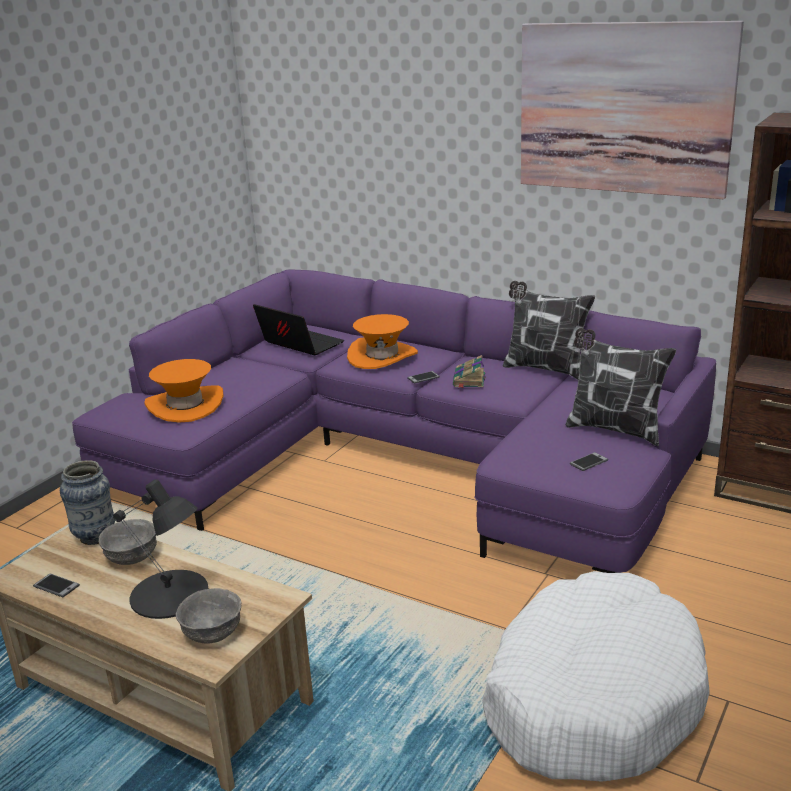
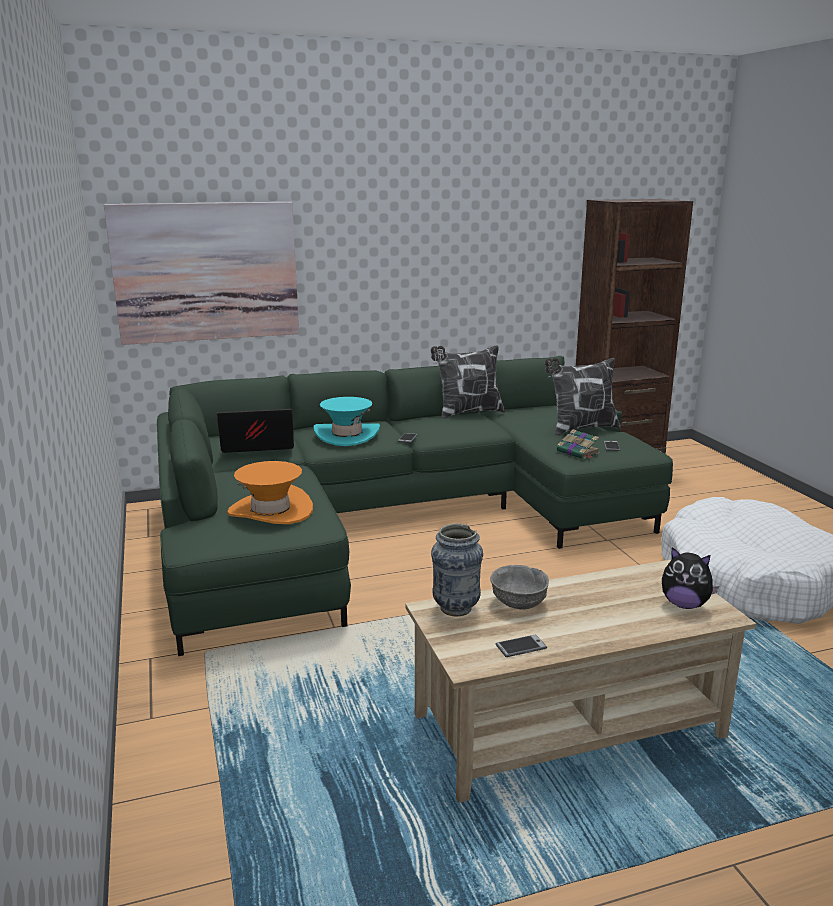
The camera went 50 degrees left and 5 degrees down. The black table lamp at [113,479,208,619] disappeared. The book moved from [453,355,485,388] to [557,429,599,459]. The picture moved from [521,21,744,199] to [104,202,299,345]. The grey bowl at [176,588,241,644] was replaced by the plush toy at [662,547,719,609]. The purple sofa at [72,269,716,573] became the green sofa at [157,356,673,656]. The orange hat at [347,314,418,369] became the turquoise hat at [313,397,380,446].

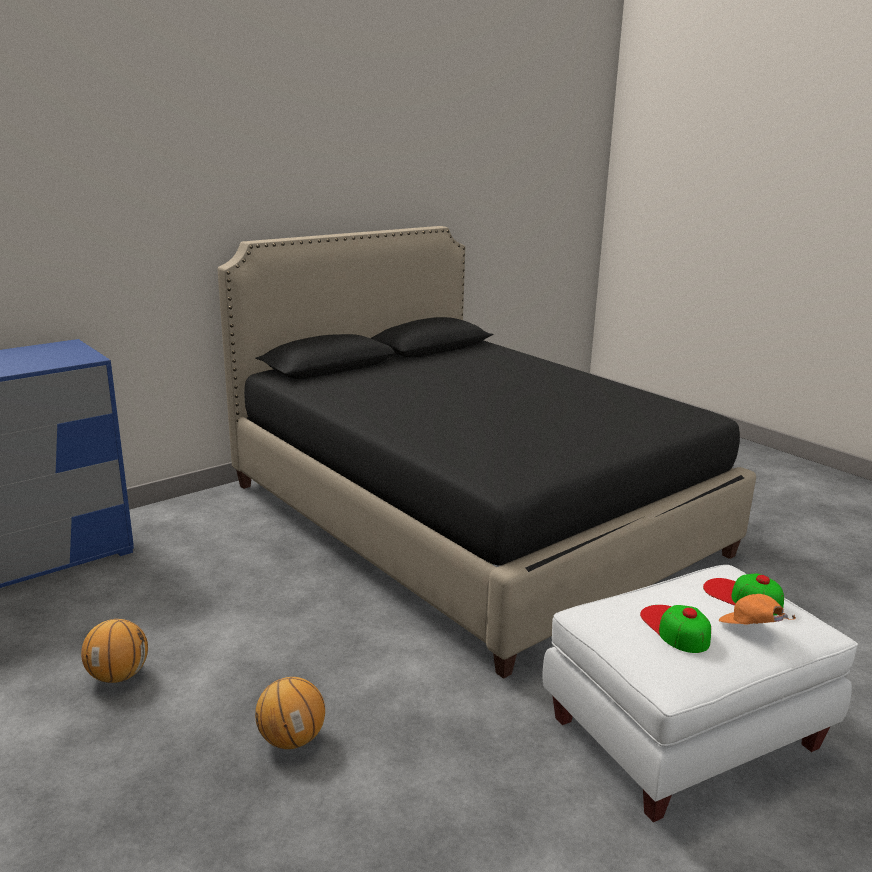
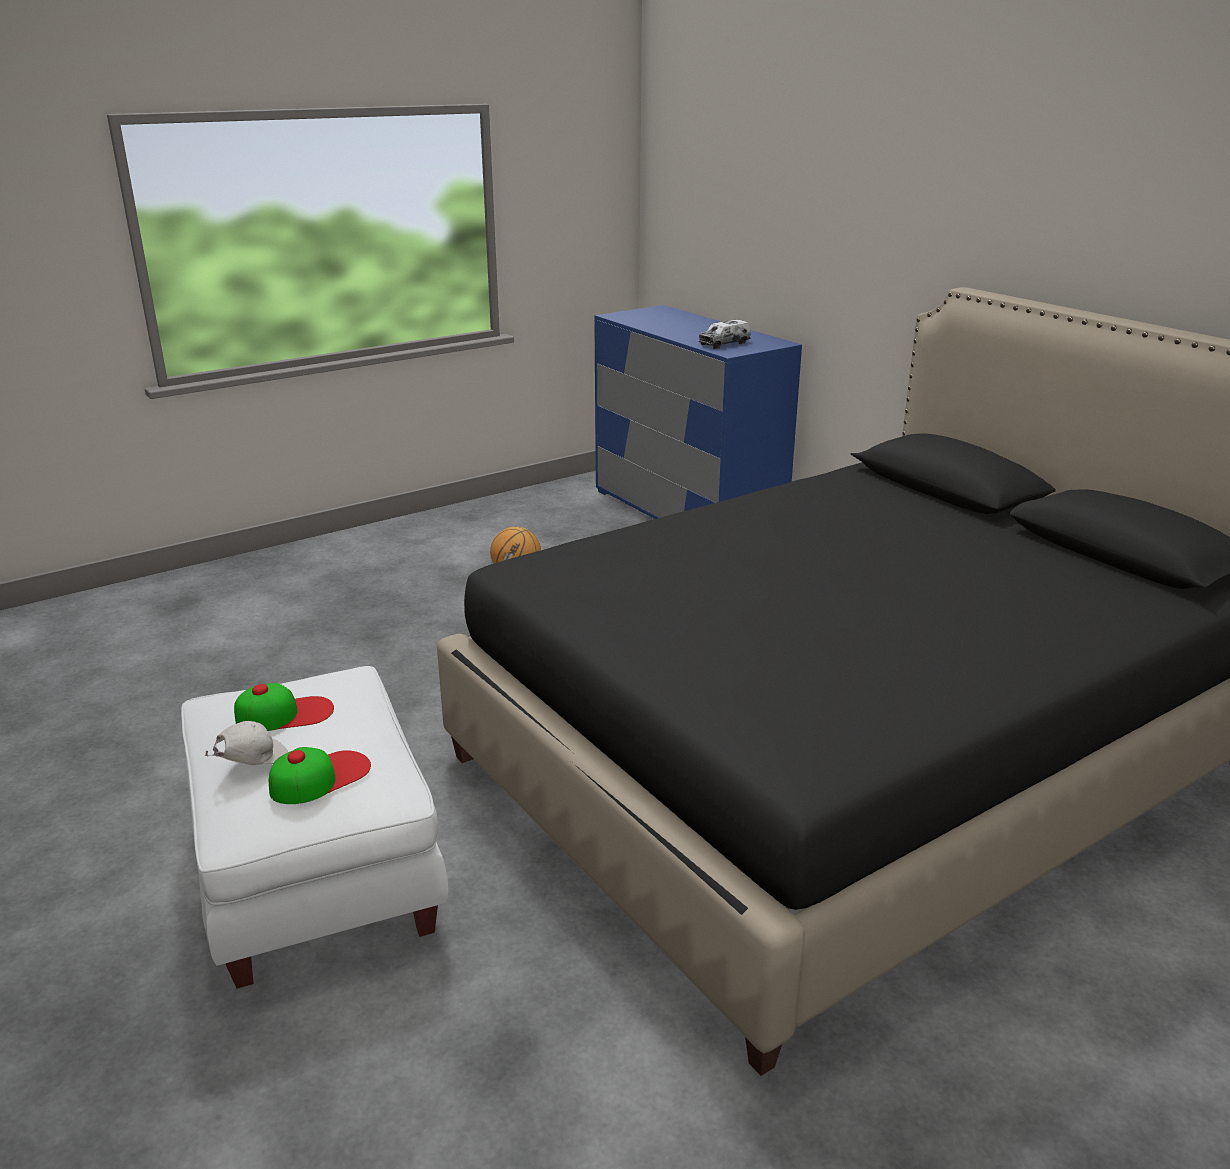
The camera went 95 degrees right and 5 degrees up. The basketball at [255,677,325,749] disappeared. The toy truck at [699,320,751,349] appeared. The orange cap at [719,594,796,624] became the white cap at [204,721,288,766].

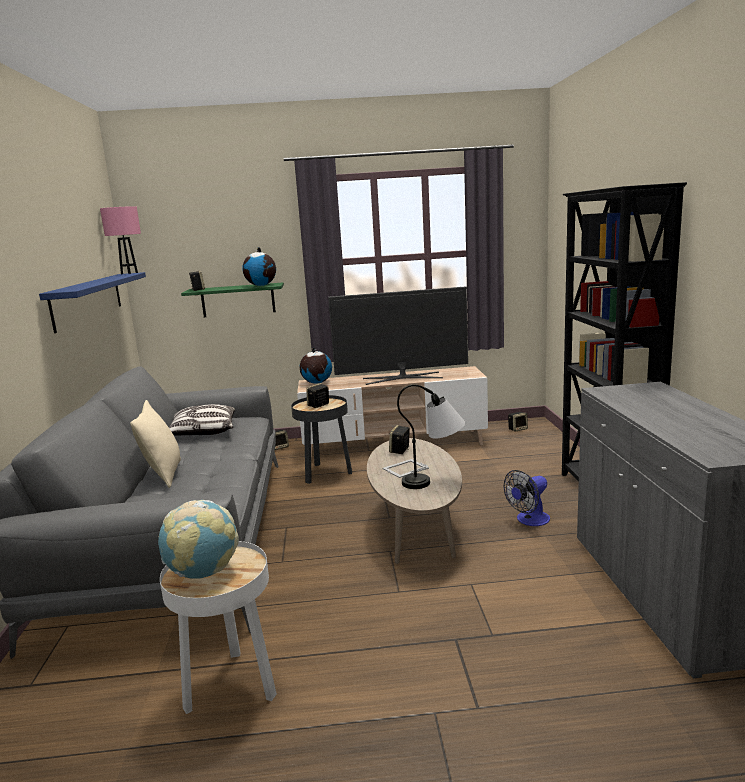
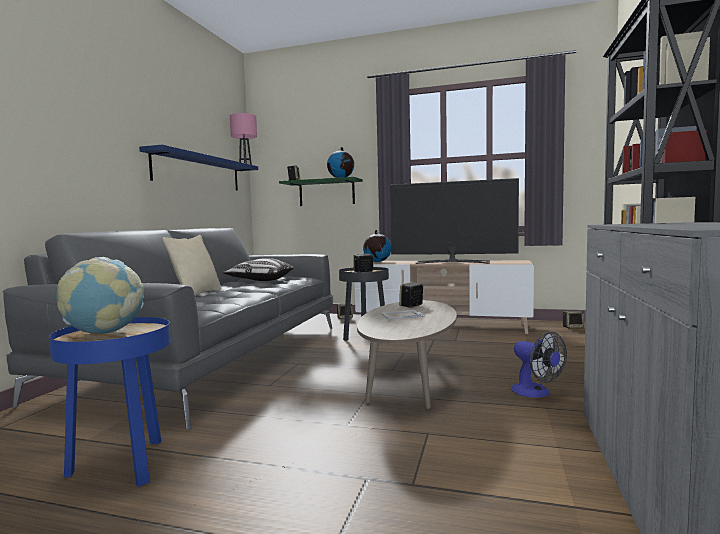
The camera went 20 degrees right and 10 degrees down. The table lamp at [397,384,465,489] disappeared. The white side table at [160,541,277,714] became the blue side table at [49,317,171,487]. The fan at [504,470,550,526] turned 105 degrees counterclockwise.

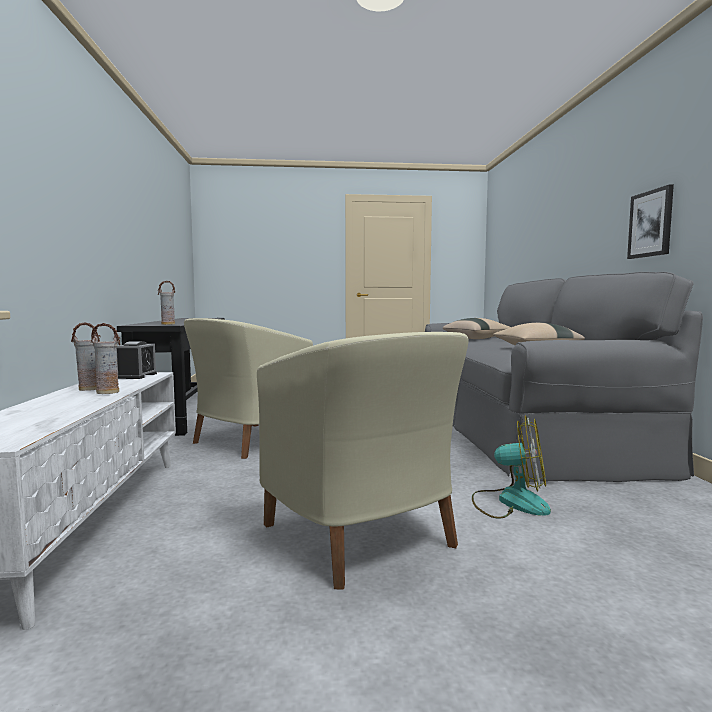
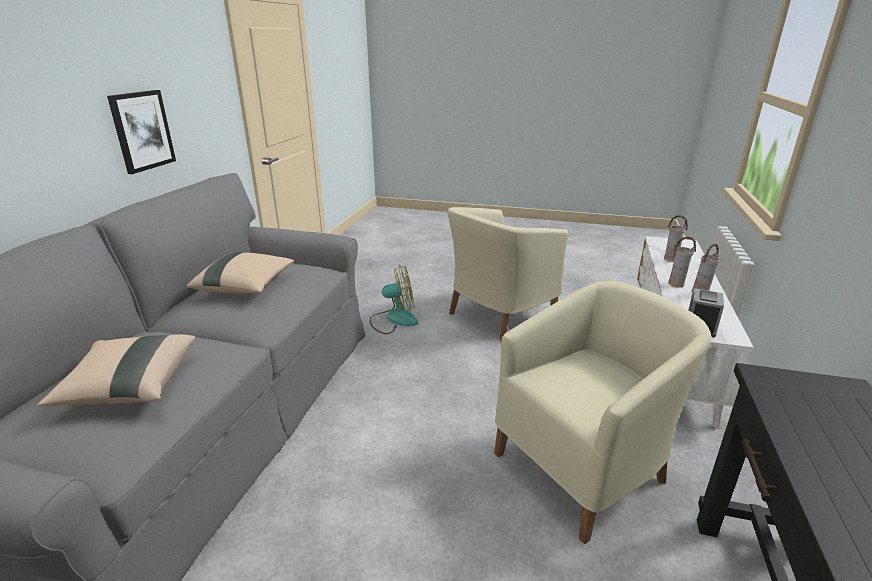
The camera went 160 degrees left and 20 degrees up. The vase moved from [157,281,175,325] to [664,215,689,262]. The beige armchair at [257,332,469,590] turned 120 degrees counterclockwise. The fan at [472,416,551,519] turned 135 degrees clockwise.

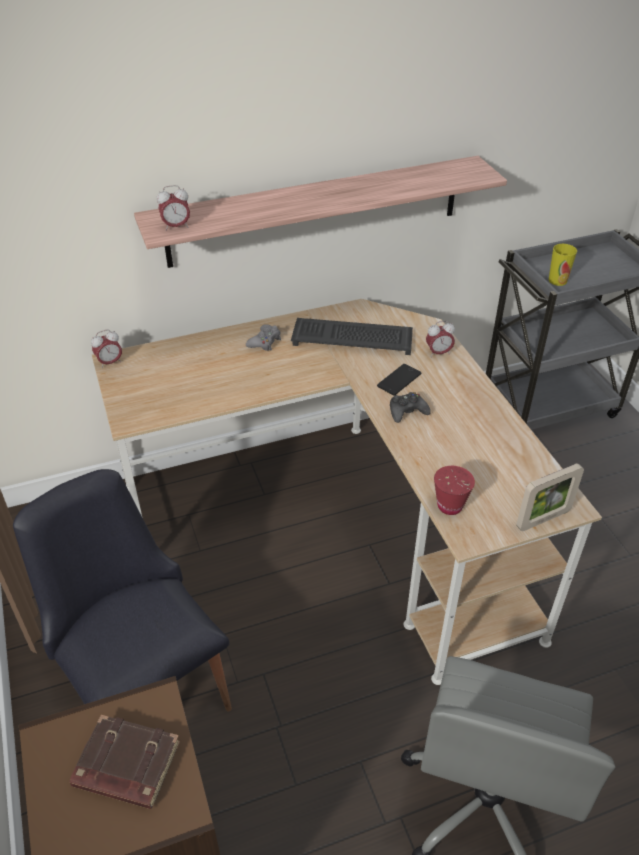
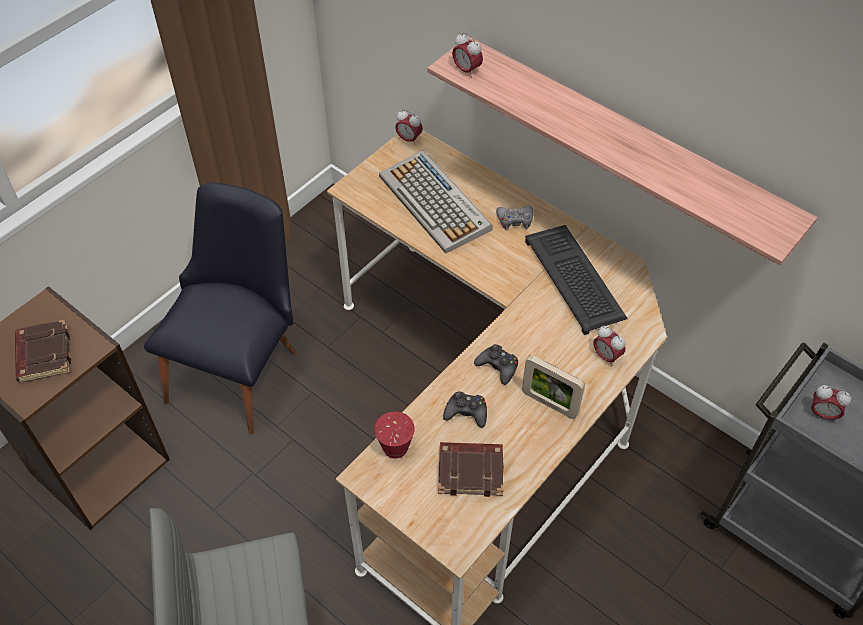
The camera went 60 degrees right and 10 degrees up. The phone at [377,364,421,396] disappeared. The keyboard at [379,150,493,254] appeared. The brown book at [438,442,504,497] appeared. The black game controller at [443,392,487,428] appeared. The picture frame moved from [516,463,584,531] to [522,355,585,419]. The cup at [549,244,577,286] was replaced by the alarm clock at [810,385,851,423].

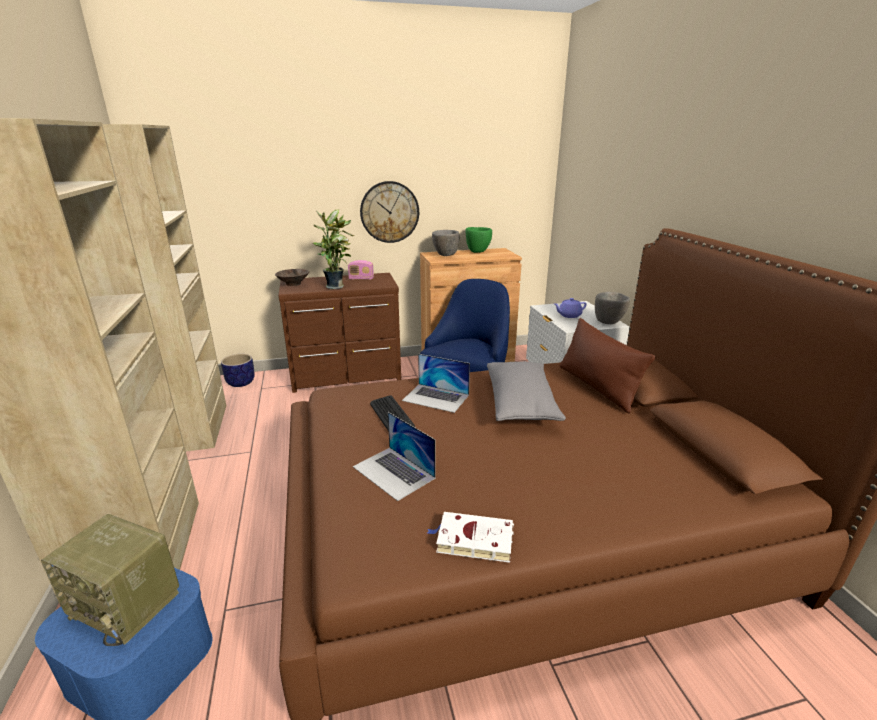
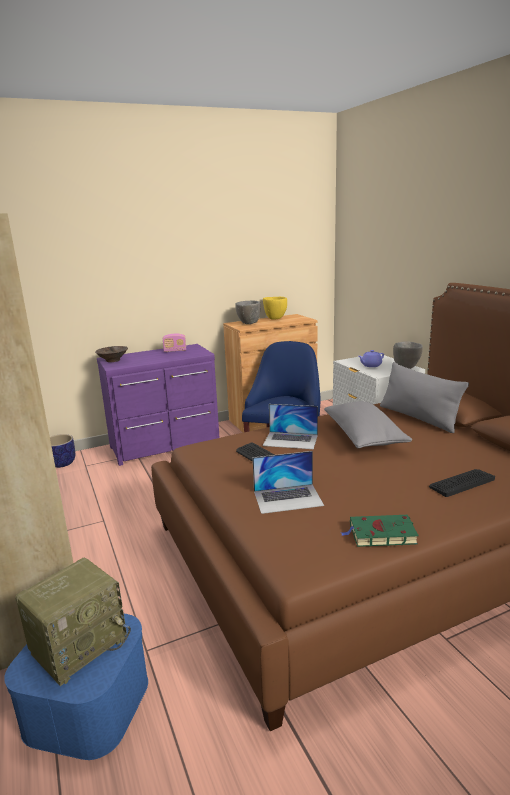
The camera went 10 degrees left and 5 degrees down. The potted plant at [313,210,354,289] disappeared. The wall clock at [360,181,419,243] disappeared. The keyboard at [429,469,495,497] appeared. The brown dresser at [278,273,401,393] became the purple dresser at [97,344,220,466]. The white book at [427,512,514,563] became the green book at [341,515,419,547]. The green bowl at [466,227,492,253] became the yellow bowl at [263,297,287,320]. The brown pillow at [560,318,655,413] became the grey pillow at [380,362,469,433]. The radio at [41,514,179,646] turned 60 degrees counterclockwise. The laptop at [353,412,436,501] turned 45 degrees counterclockwise.

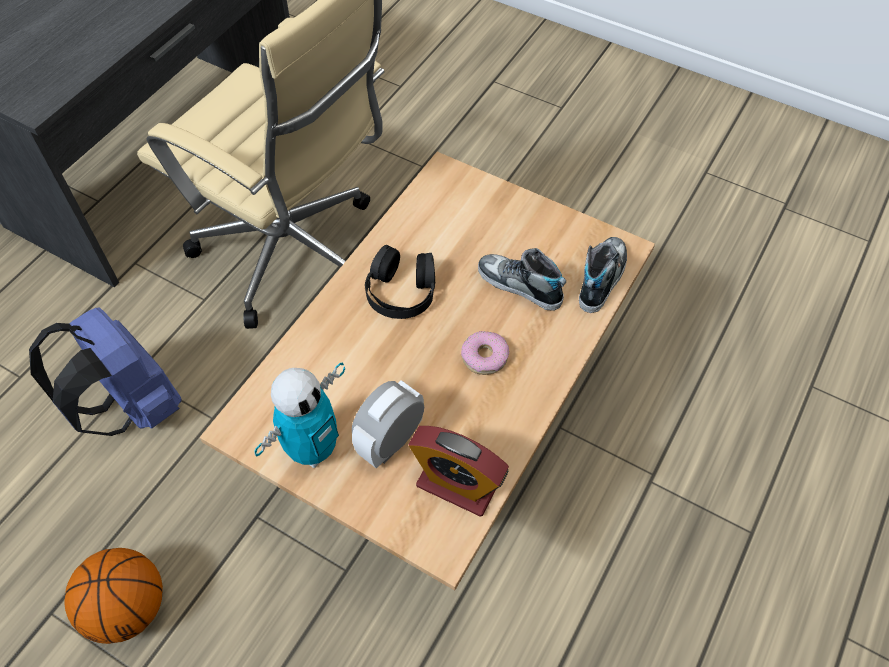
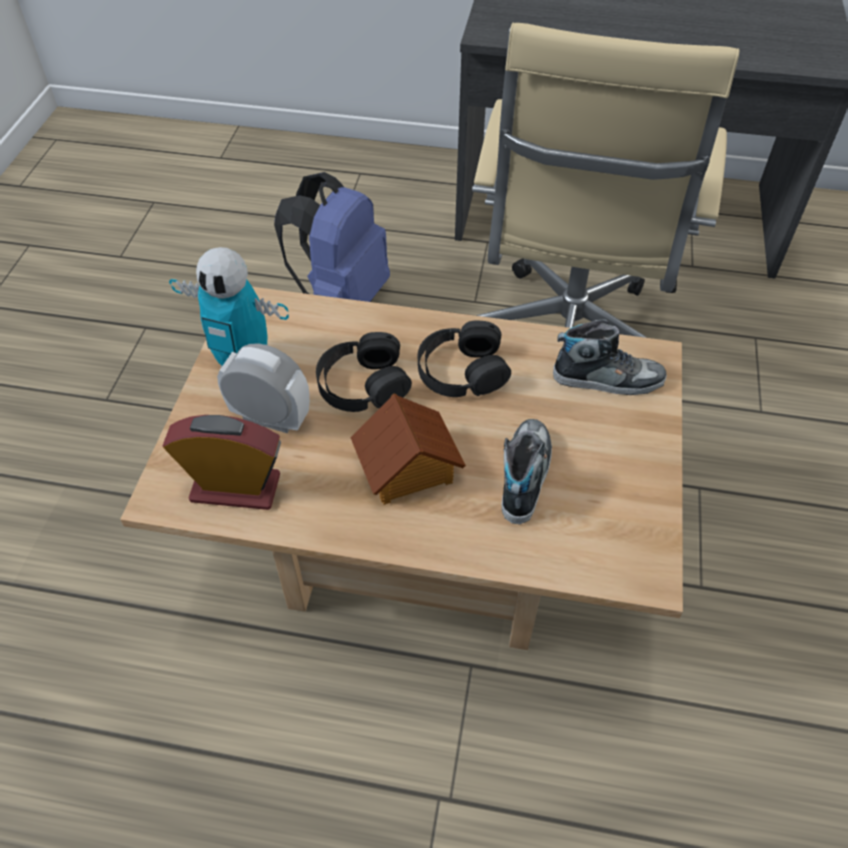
The camera went 70 degrees right and 5 degrees down. The basketball at [64,548,163,644] disappeared. The black headphones at [316,332,412,412] appeared. The shoe moved from [579,237,627,313] to [553,319,666,395]. The donut at [461,331,509,375] was replaced by the toy house at [351,393,466,505]. The alarm clock at [408,426,509,517] turned 90 degrees clockwise.

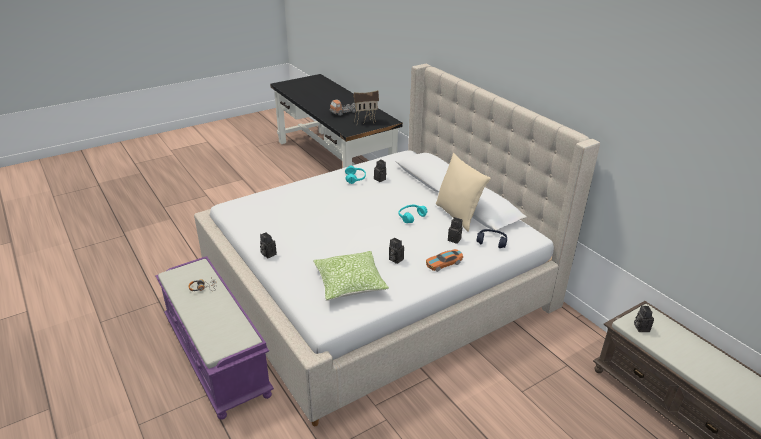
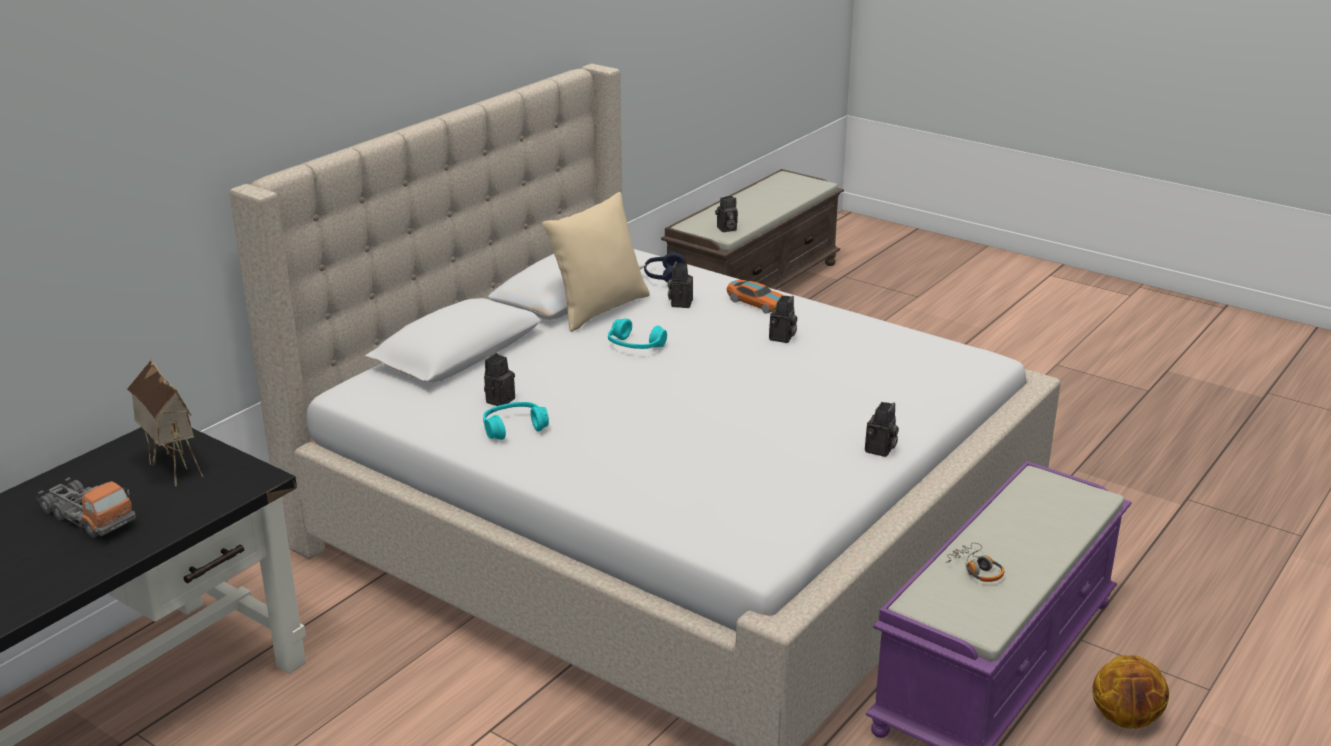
The camera went 110 degrees left and 5 degrees down. The pillow at [313,251,389,301] disappeared. The basketball at [1093,655,1169,729] appeared.

